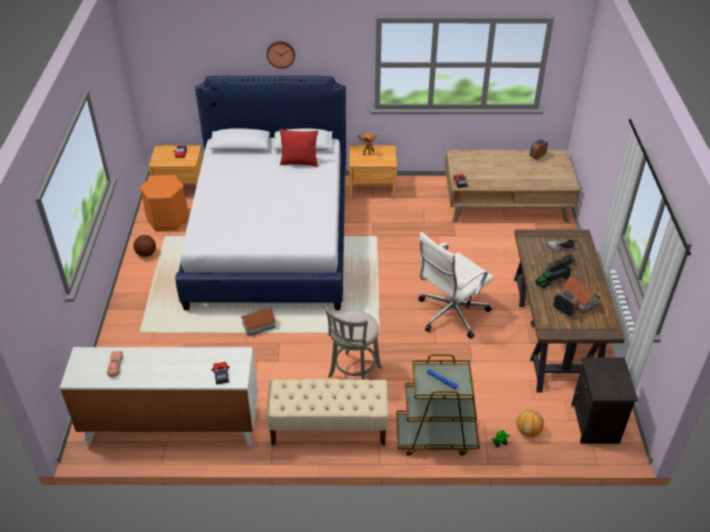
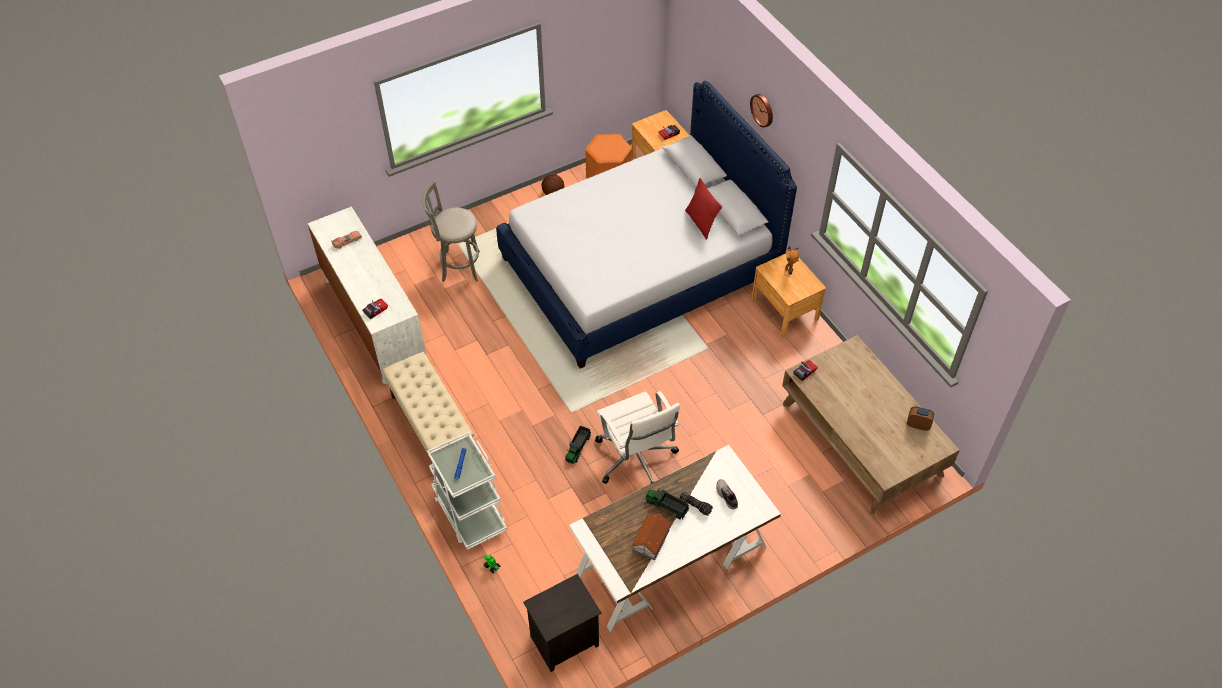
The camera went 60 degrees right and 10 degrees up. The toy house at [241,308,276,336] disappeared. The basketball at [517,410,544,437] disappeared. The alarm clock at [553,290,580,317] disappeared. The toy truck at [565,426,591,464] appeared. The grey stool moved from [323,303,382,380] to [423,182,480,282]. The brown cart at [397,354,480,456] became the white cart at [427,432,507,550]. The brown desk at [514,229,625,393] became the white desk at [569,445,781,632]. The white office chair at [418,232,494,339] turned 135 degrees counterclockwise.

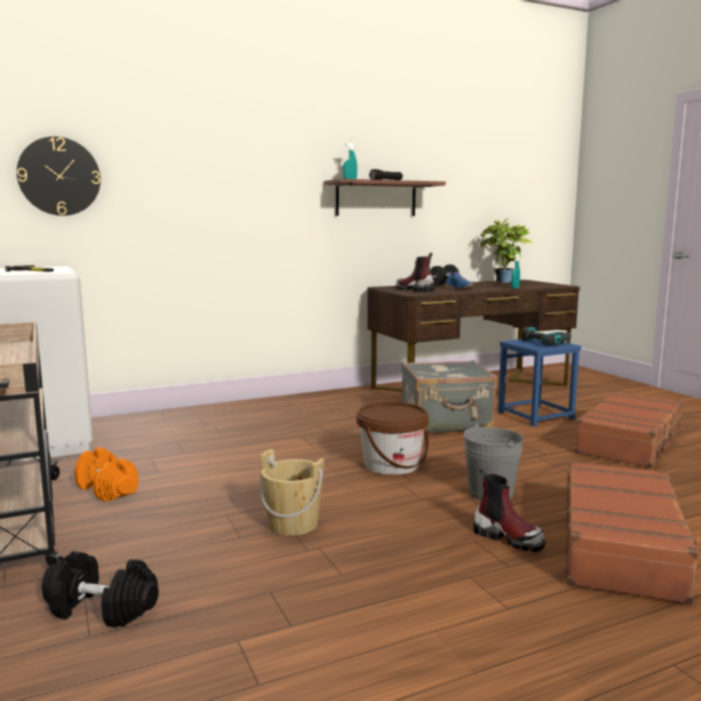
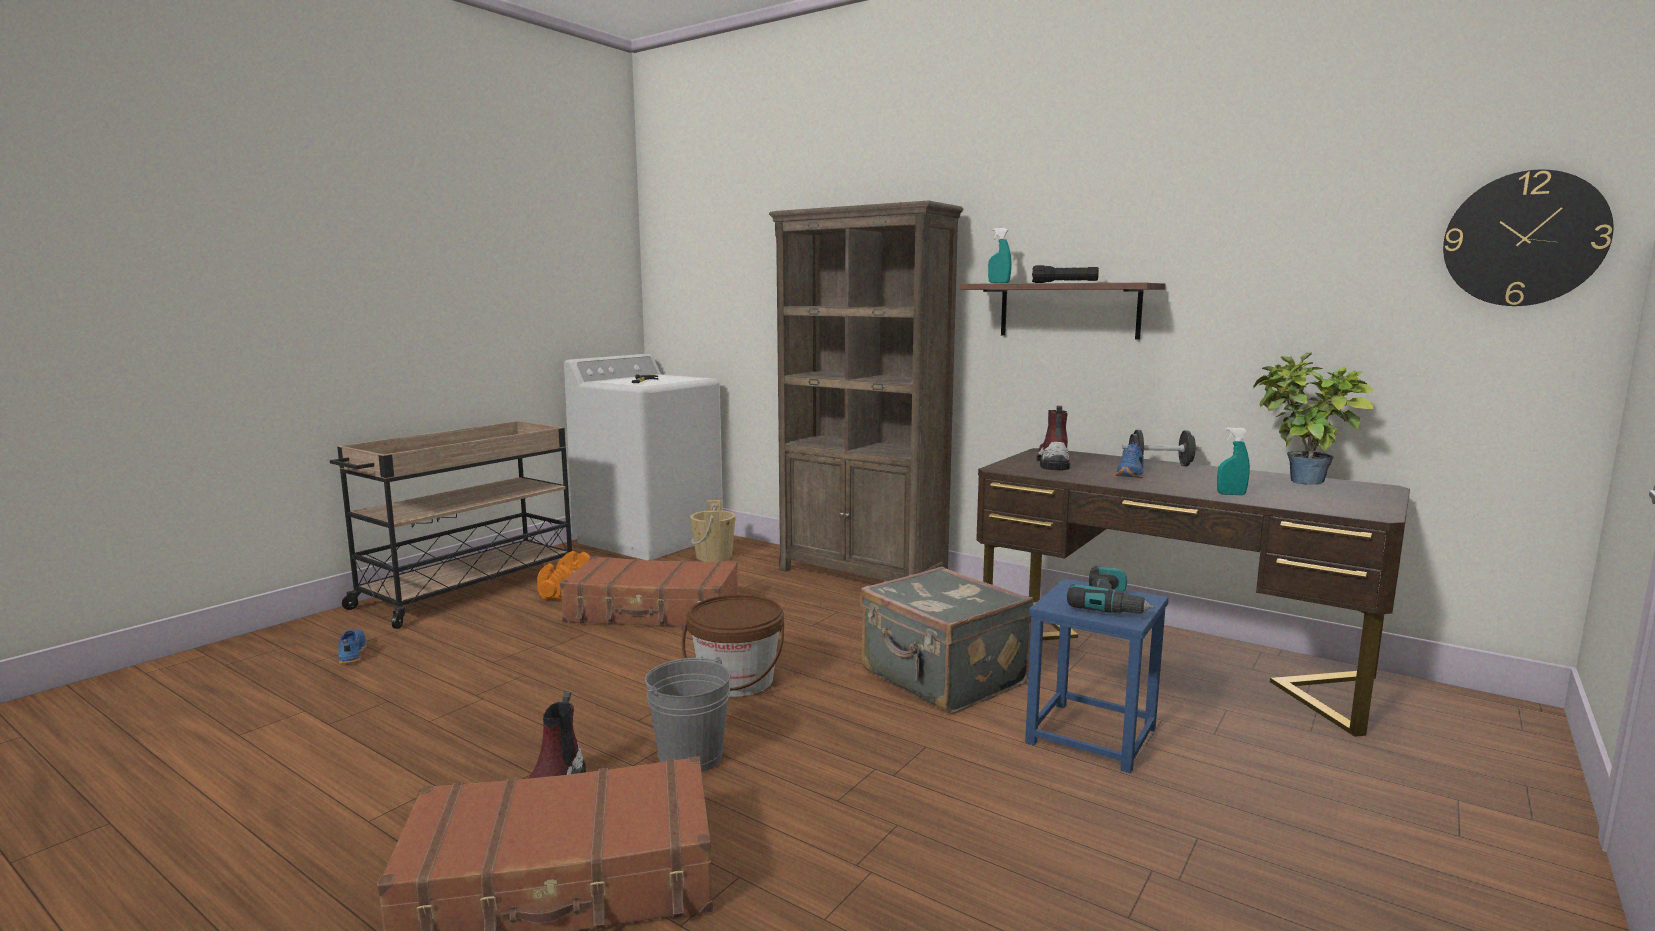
The camera went 60 degrees right and 0 degrees up. The brown bookcase at [769,200,963,581] appeared. The wall clock moved from [17,136,101,216] to [1443,170,1613,306]. The beige bucket moved from [260,449,324,536] to [690,500,736,561]. The brown suitcase moved from [574,391,684,468] to [560,556,738,627]. The black dumbbell at [42,551,159,628] was replaced by the blue shoe at [338,630,367,664].

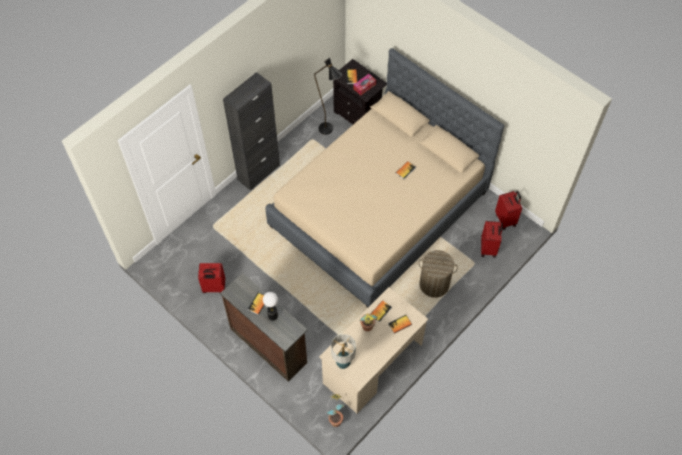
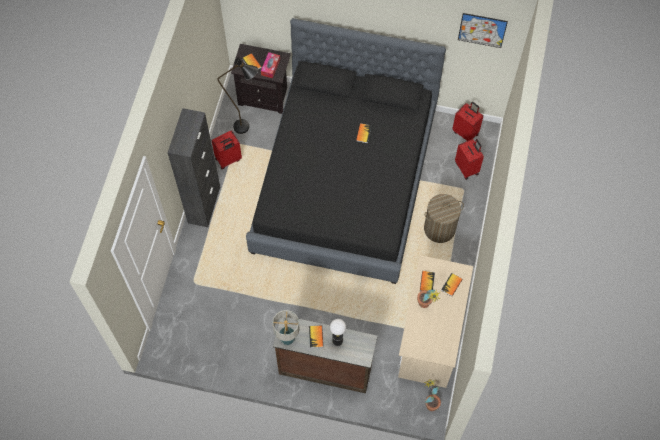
The camera went 30 degrees left and 5 degrees up. The picture at [458,13,508,48] appeared. The red suitcase moved from [198,263,225,293] to [212,130,242,169]. The table lamp moved from [331,334,356,369] to [272,310,300,345]. The beige bed at [265,48,504,308] became the black bed at [246,18,446,284].

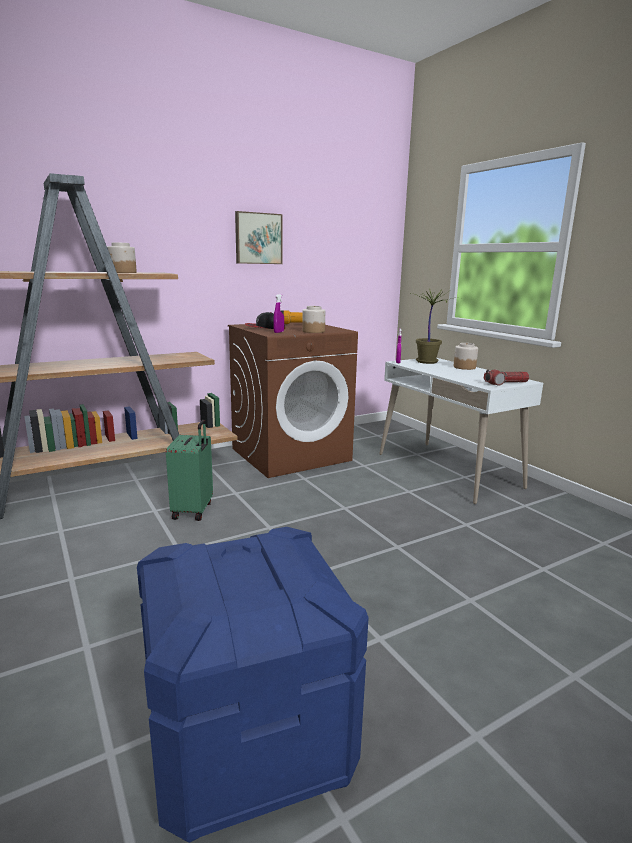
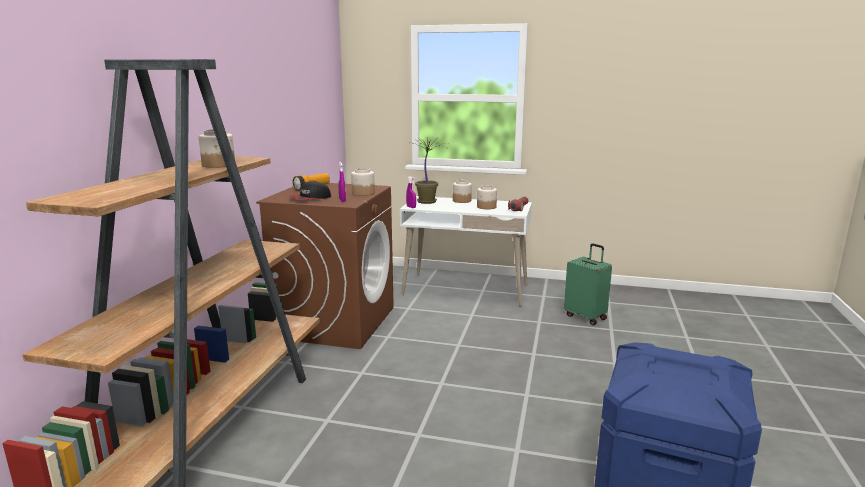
The camera went 45 degrees left and 0 degrees up. The picture at [235,211,282,264] disappeared. The jar at [477,185,497,209] appeared. The green suitcase moved from [166,420,213,521] to [564,243,612,325].

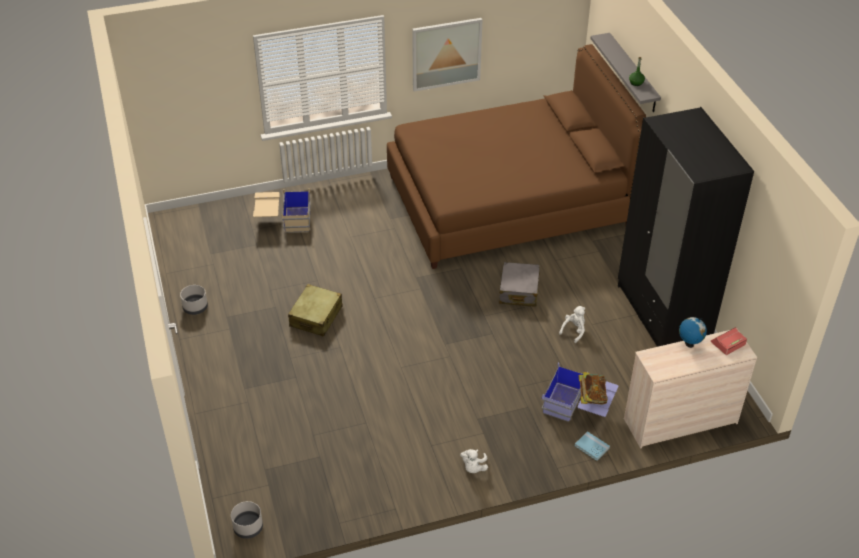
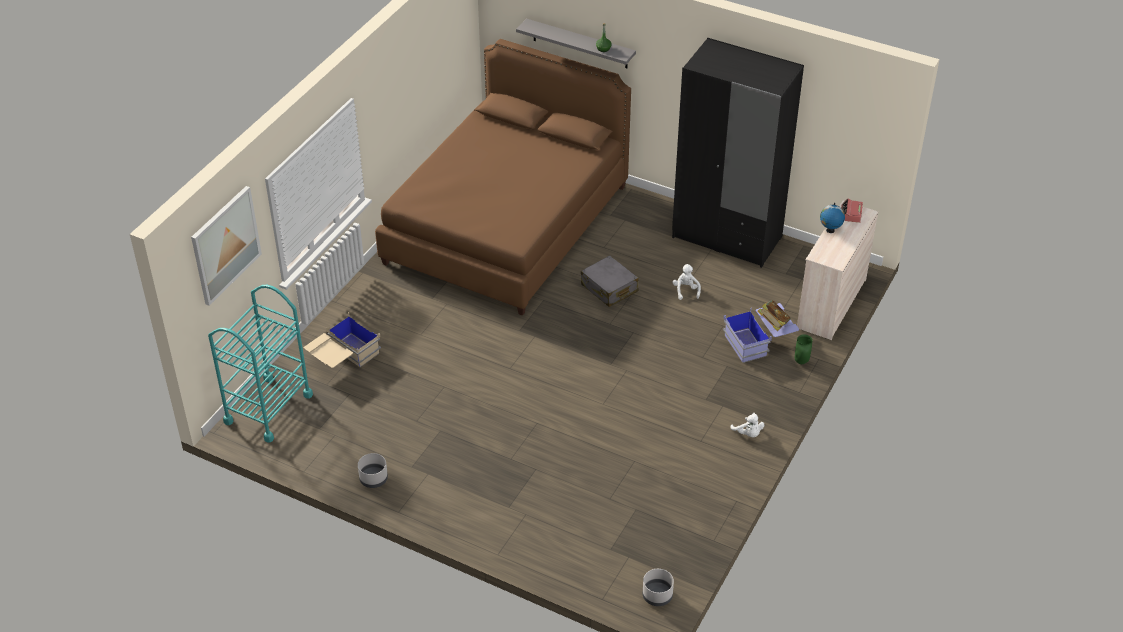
The camera went 45 degrees left and 0 degrees up. The beige suitcase at [288,284,343,337] disappeared. The turquoise cart at [208,285,313,443] appeared. The picture moved from [412,18,483,92] to [191,186,262,306]. The blue book at [575,431,610,461] was replaced by the green vase at [795,334,813,364].

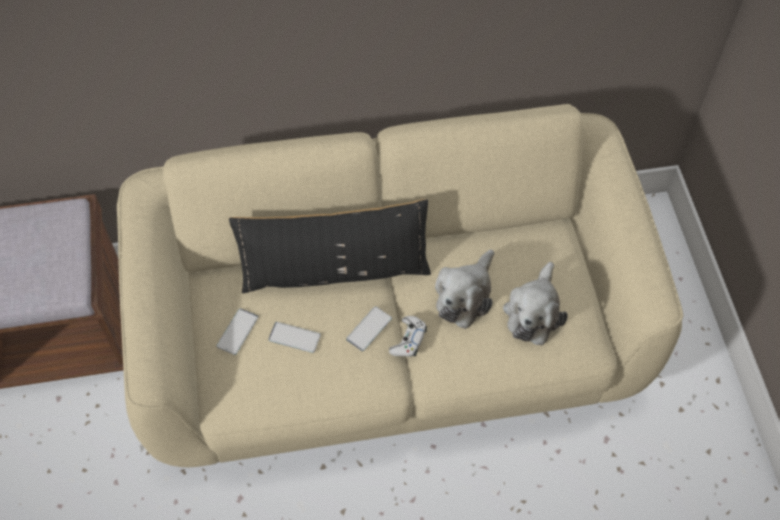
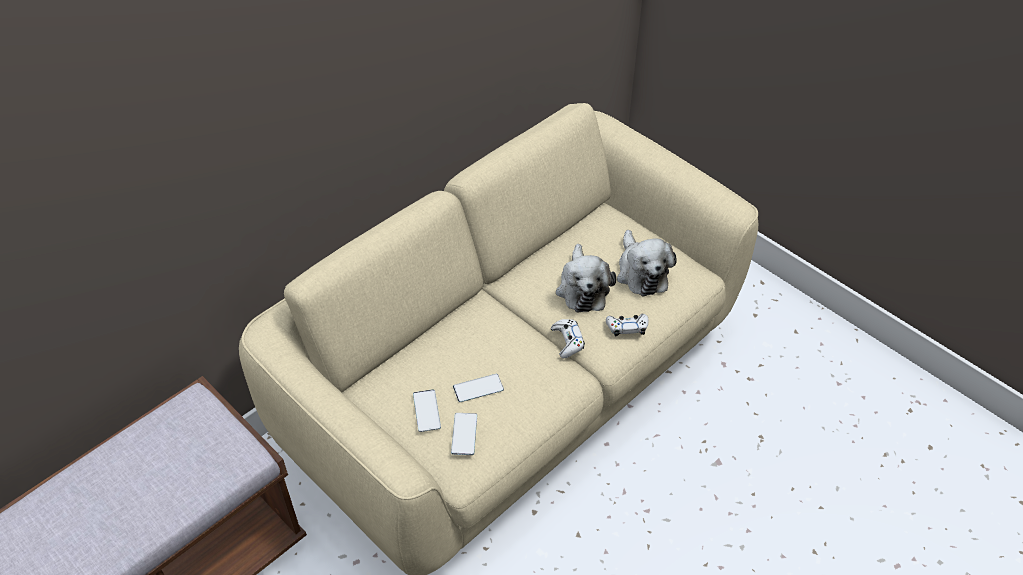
The camera went 35 degrees left and 10 degrees down. The black pillow at [229,199,431,293] disappeared. The white game controller at [606,314,649,336] appeared. The phone moved from [346,306,392,351] to [451,413,477,455].

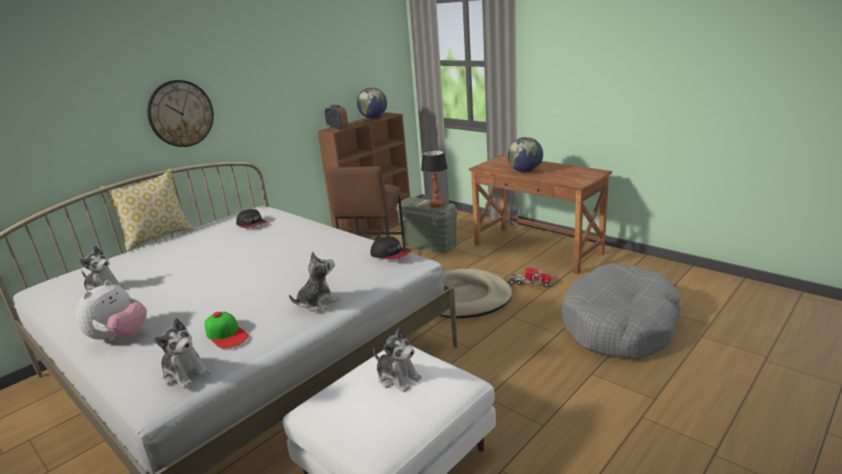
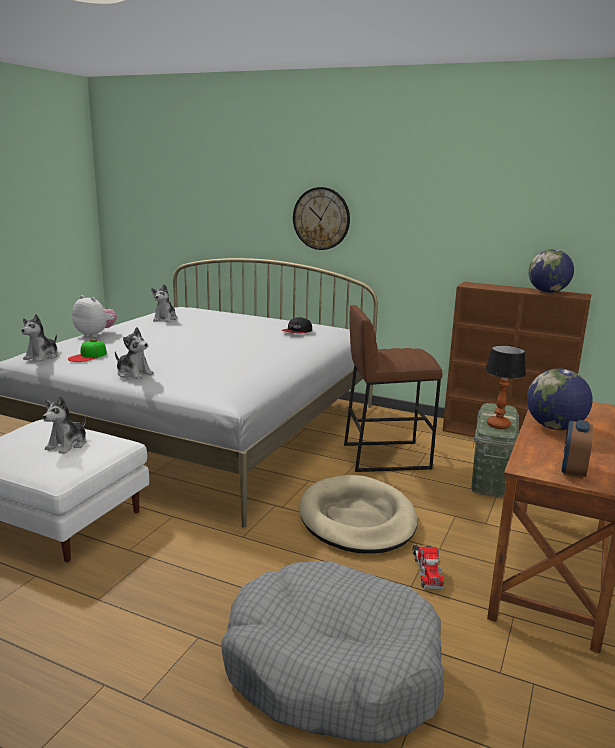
The camera went 70 degrees right and 5 degrees down. The pillow at [100,169,194,252] disappeared. The cap at [370,236,412,260] disappeared. The alarm clock moved from [324,105,348,130] to [561,420,593,479]. The plush toy at [76,280,147,343] turned 150 degrees counterclockwise.

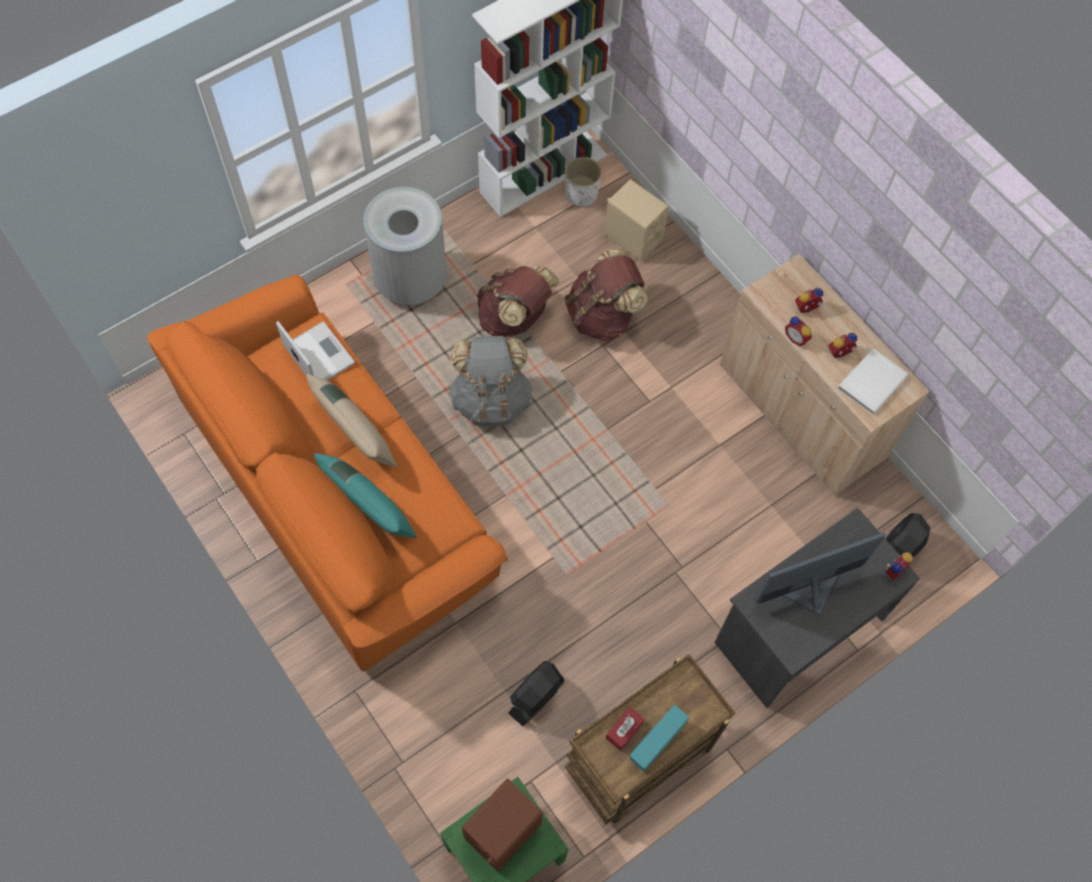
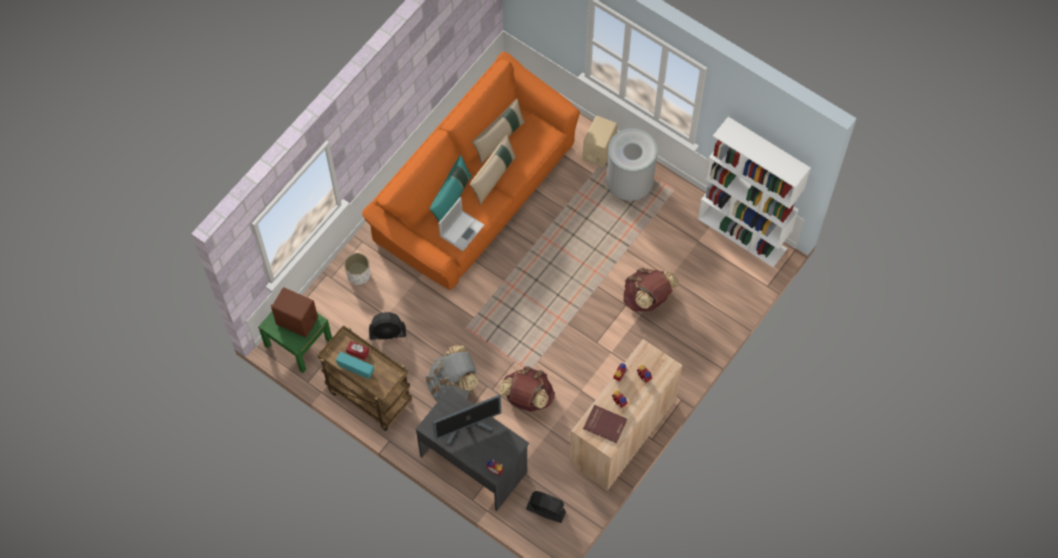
The camera went 75 degrees right and 0 degrees up. The beige pillow at [472,99,525,164] appeared. The laptop moved from [276,321,355,380] to [438,197,484,251]. The grey backpack moved from [449,336,533,426] to [425,345,478,401]. The brown backpack moved from [476,265,560,337] to [499,366,555,412]. The white planter moved from [565,157,601,207] to [344,253,370,285]. The beige speaker moved from [604,179,669,261] to [583,116,618,168]. The white book at [837,348,908,415] became the red book at [583,405,627,443]. The black fan at [508,661,565,727] turned 150 degrees clockwise. The monitor at [754,532,886,615] turned 105 degrees clockwise.

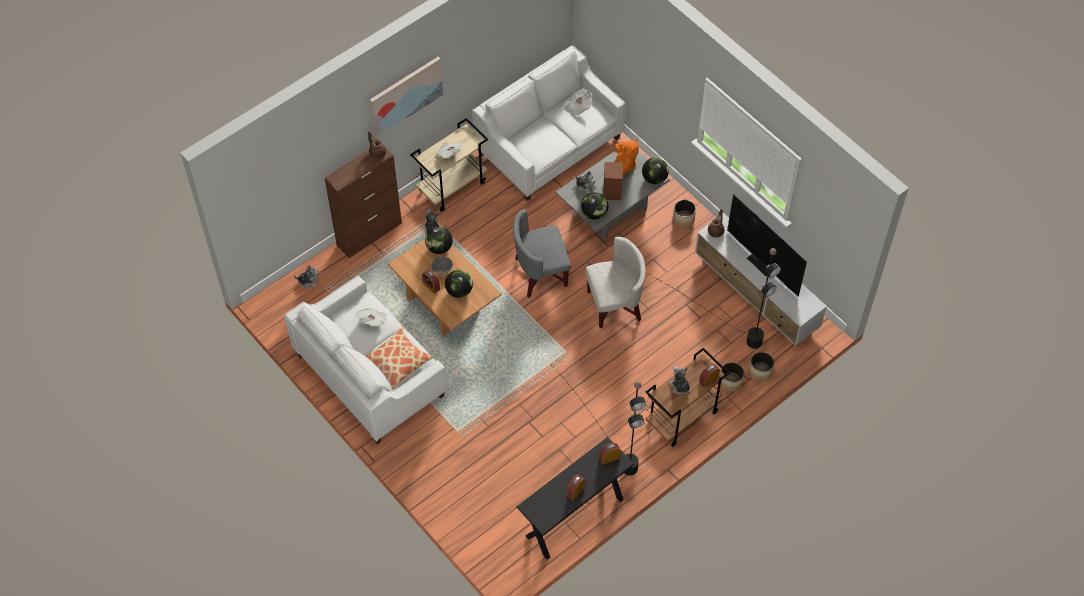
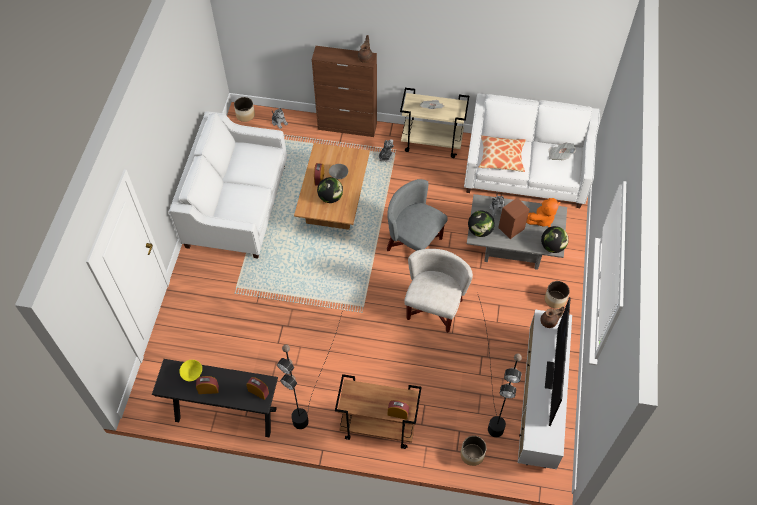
The camera went 50 degrees right and 0 degrees up. The newspaper at [356,308,387,326] disappeared. The picture at [370,57,444,137] disappeared. The globe at [425,227,453,254] disappeared. The plush toy at [669,366,690,394] disappeared. The yellow bowl at [179,360,202,381] appeared. The pillow moved from [366,328,433,389] to [478,135,526,172]. The planter moved from [721,362,744,392] to [234,97,255,122]. The white armchair at [585,237,646,328] turned 105 degrees counterclockwise.

